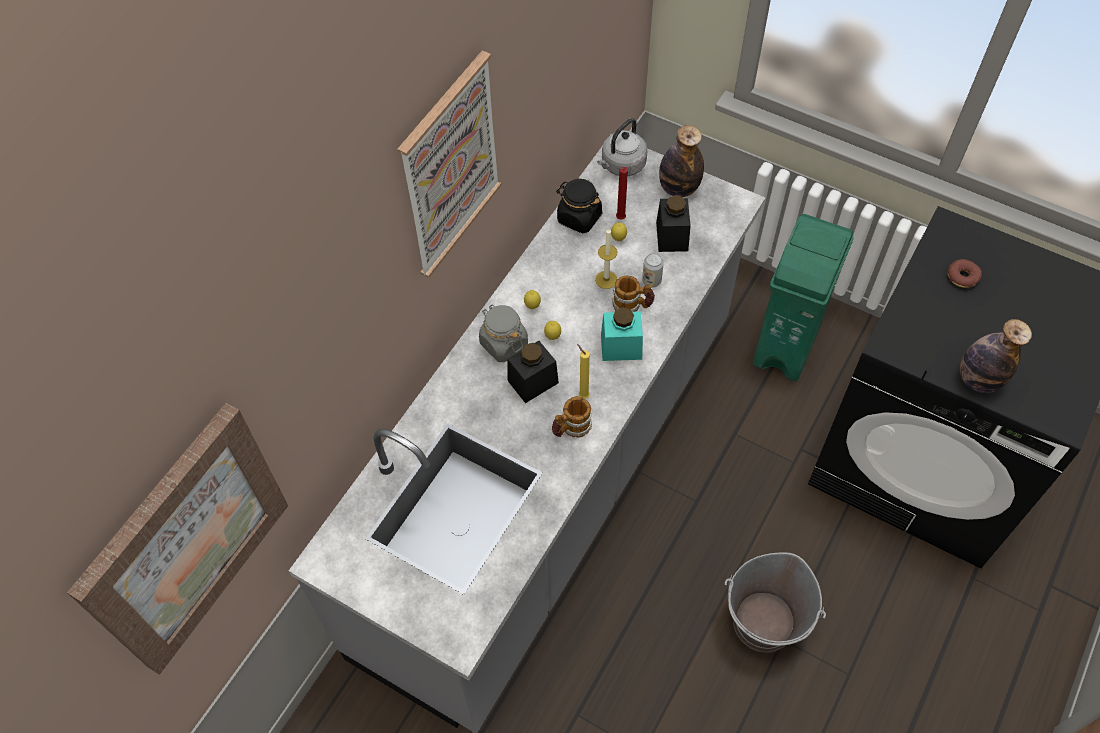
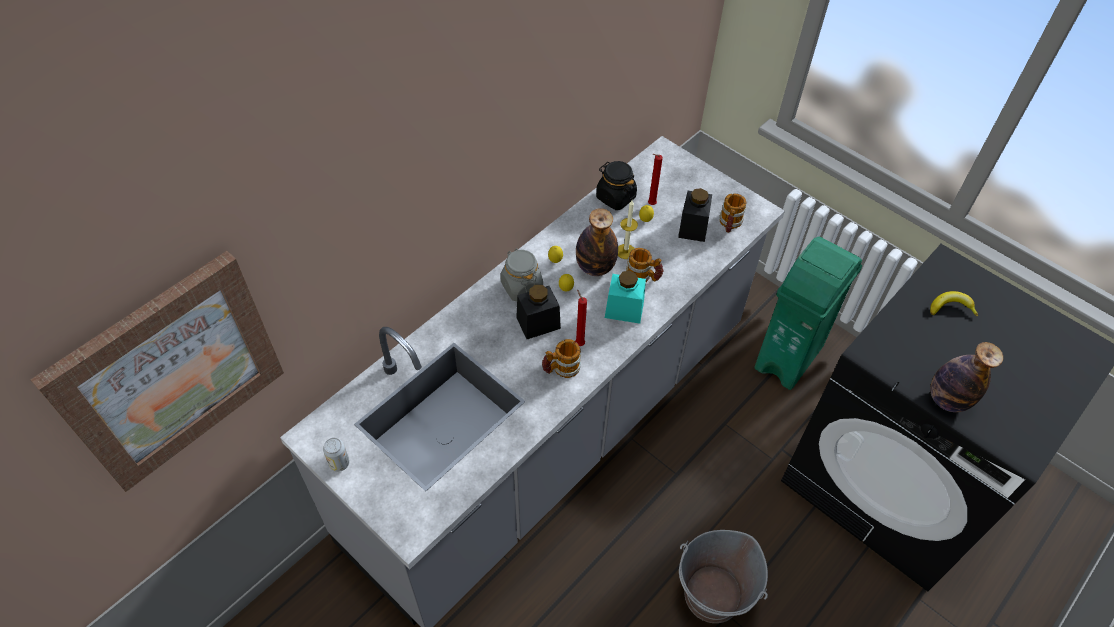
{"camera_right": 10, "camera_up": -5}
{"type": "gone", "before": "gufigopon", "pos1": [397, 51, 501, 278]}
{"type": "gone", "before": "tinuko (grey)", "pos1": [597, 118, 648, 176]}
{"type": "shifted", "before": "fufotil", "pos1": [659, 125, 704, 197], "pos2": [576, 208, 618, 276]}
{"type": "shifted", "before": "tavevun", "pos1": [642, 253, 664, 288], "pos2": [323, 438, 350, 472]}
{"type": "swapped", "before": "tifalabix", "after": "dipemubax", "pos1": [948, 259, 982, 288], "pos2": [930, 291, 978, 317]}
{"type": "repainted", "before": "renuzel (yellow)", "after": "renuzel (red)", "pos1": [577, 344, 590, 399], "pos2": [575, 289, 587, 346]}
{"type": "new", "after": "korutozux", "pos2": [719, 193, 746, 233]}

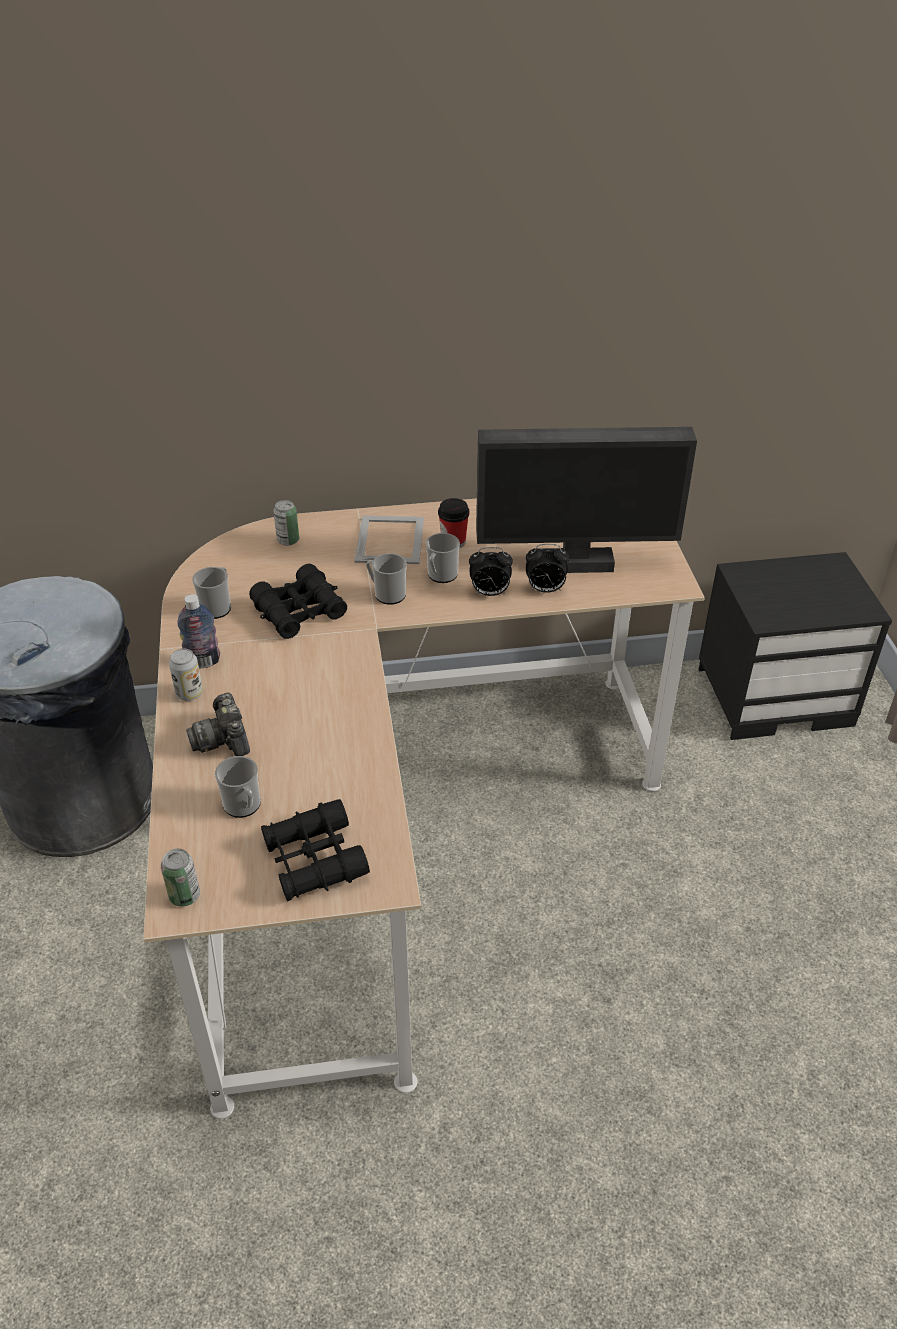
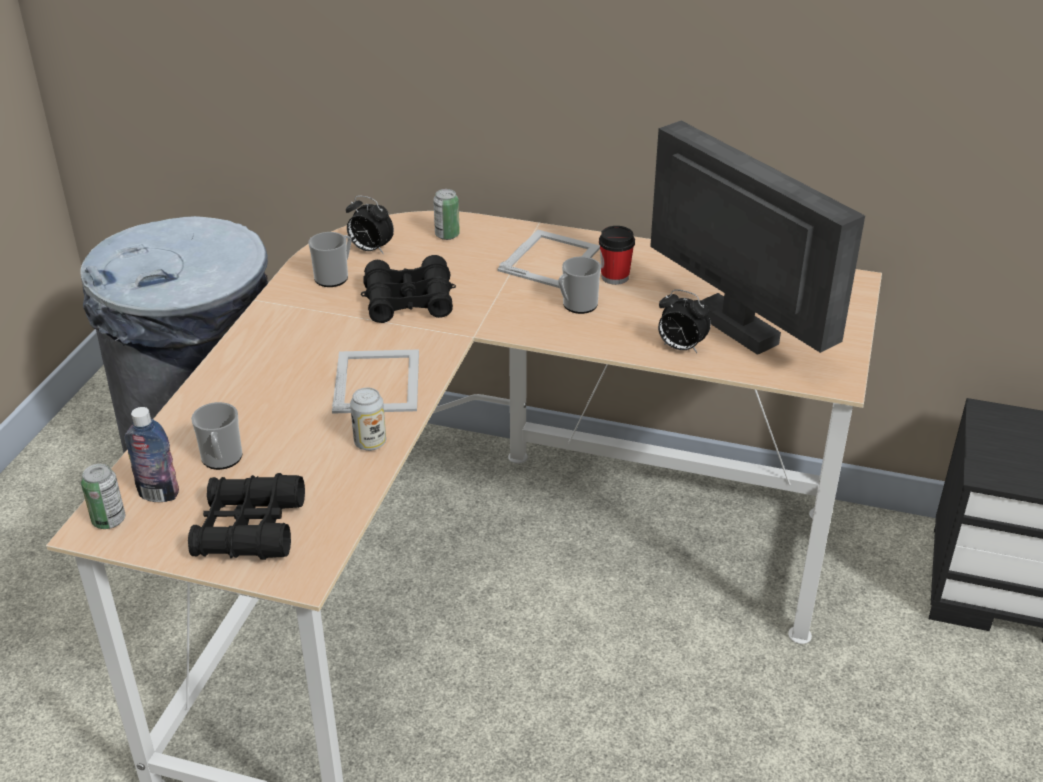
{"camera_right": 25, "camera_up": -5}
{"type": "rotated", "before": "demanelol", "pos1": [476, 427, 697, 573], "pos2": [650, 121, 865, 355], "turn": -150}
{"type": "shifted", "before": "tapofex", "pos1": [469, 547, 513, 596], "pos2": [346, 195, 394, 254]}
{"type": "gone", "before": "korutozux", "pos1": [366, 553, 407, 605]}
{"type": "shifted", "before": "fufotil", "pos1": [177, 594, 220, 668], "pos2": [125, 407, 179, 502]}
{"type": "shifted", "before": "tavevun", "pos1": [169, 649, 203, 701], "pos2": [350, 388, 386, 451]}
{"type": "gone", "before": "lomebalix", "pos1": [186, 693, 250, 756]}
{"type": "new", "after": "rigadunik", "pos2": [332, 350, 419, 414]}

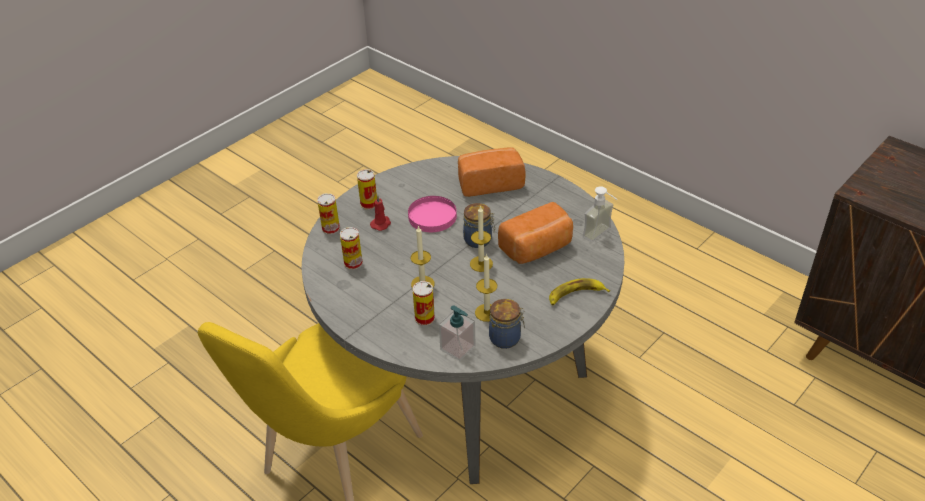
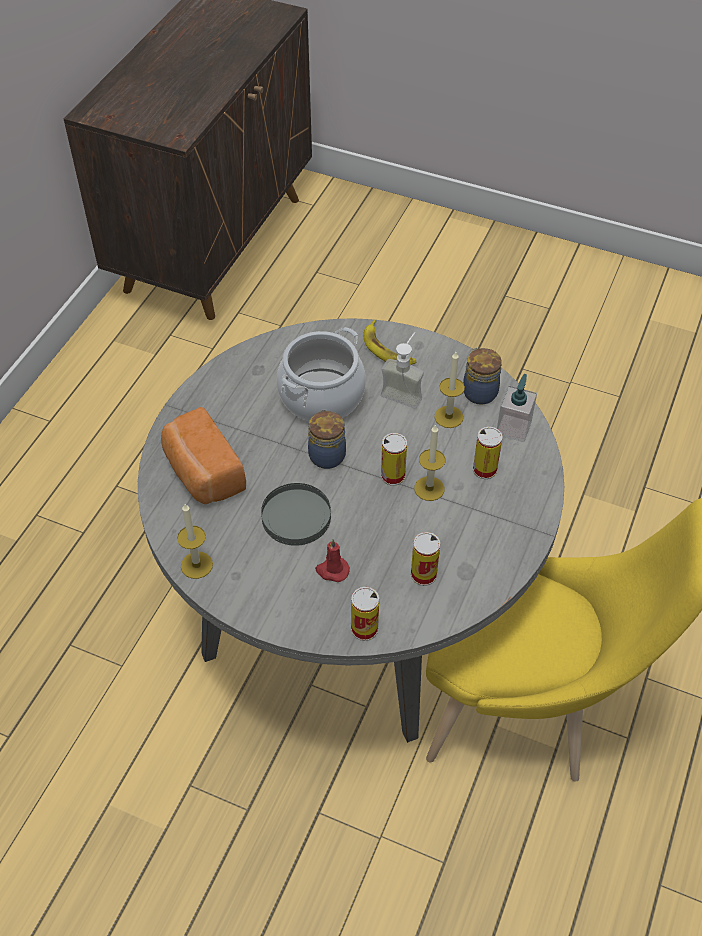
{"camera_right": -110, "camera_up": 10}
{"type": "shifted", "before": "tavevun", "pos1": [357, 169, 377, 210], "pos2": [381, 433, 407, 486]}
{"type": "shifted", "before": "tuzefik", "pos1": [583, 186, 617, 242], "pos2": [381, 332, 424, 409]}
{"type": "repainted", "before": "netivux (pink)", "after": "netivux (grey)", "pos1": [408, 196, 457, 232], "pos2": [261, 483, 331, 546]}
{"type": "swapped", "before": "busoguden", "after": "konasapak", "pos1": [498, 202, 573, 264], "pos2": [277, 327, 366, 421]}
{"type": "shifted", "before": "renuzel", "pos1": [470, 205, 493, 272], "pos2": [177, 504, 213, 579]}

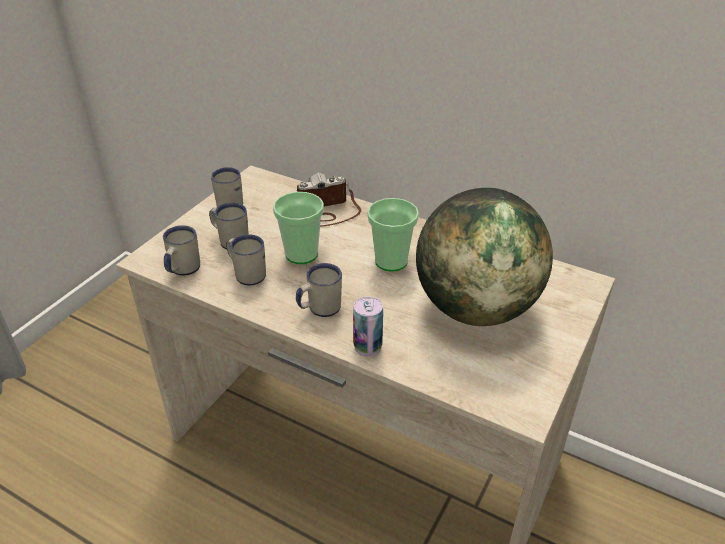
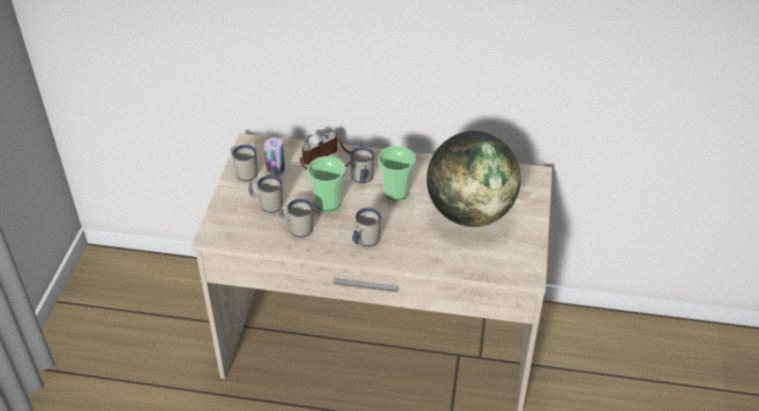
{"camera_right": -20, "camera_up": 5}
{"type": "shifted", "before": "korutozux (white)", "pos1": [163, 225, 200, 276], "pos2": [350, 147, 374, 183]}
{"type": "shifted", "before": "tavevun", "pos1": [353, 296, 383, 357], "pos2": [264, 138, 285, 176]}

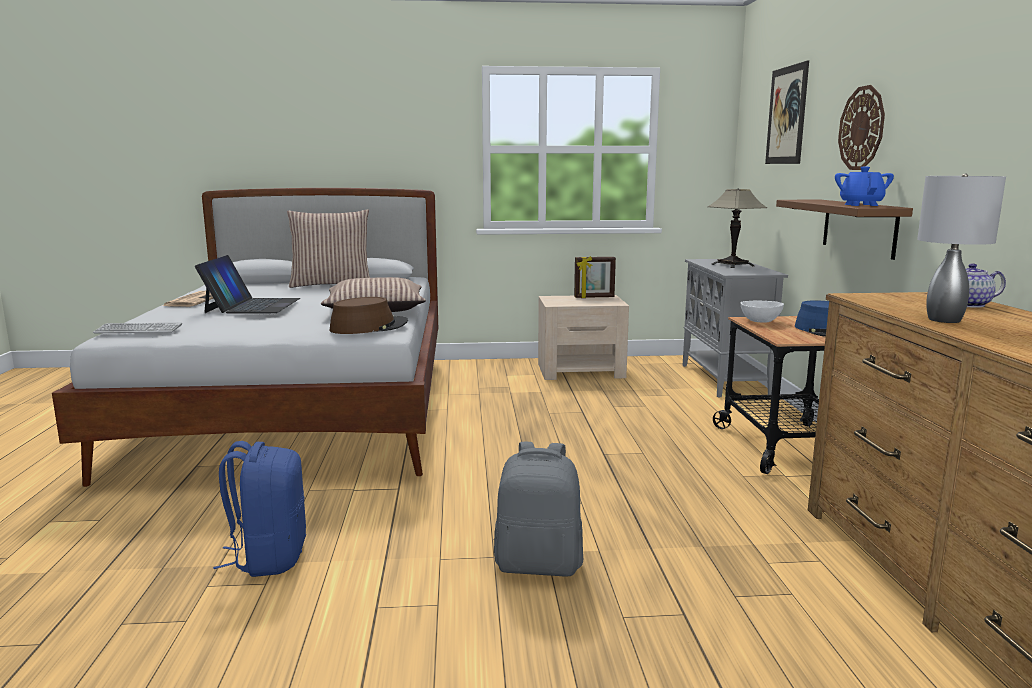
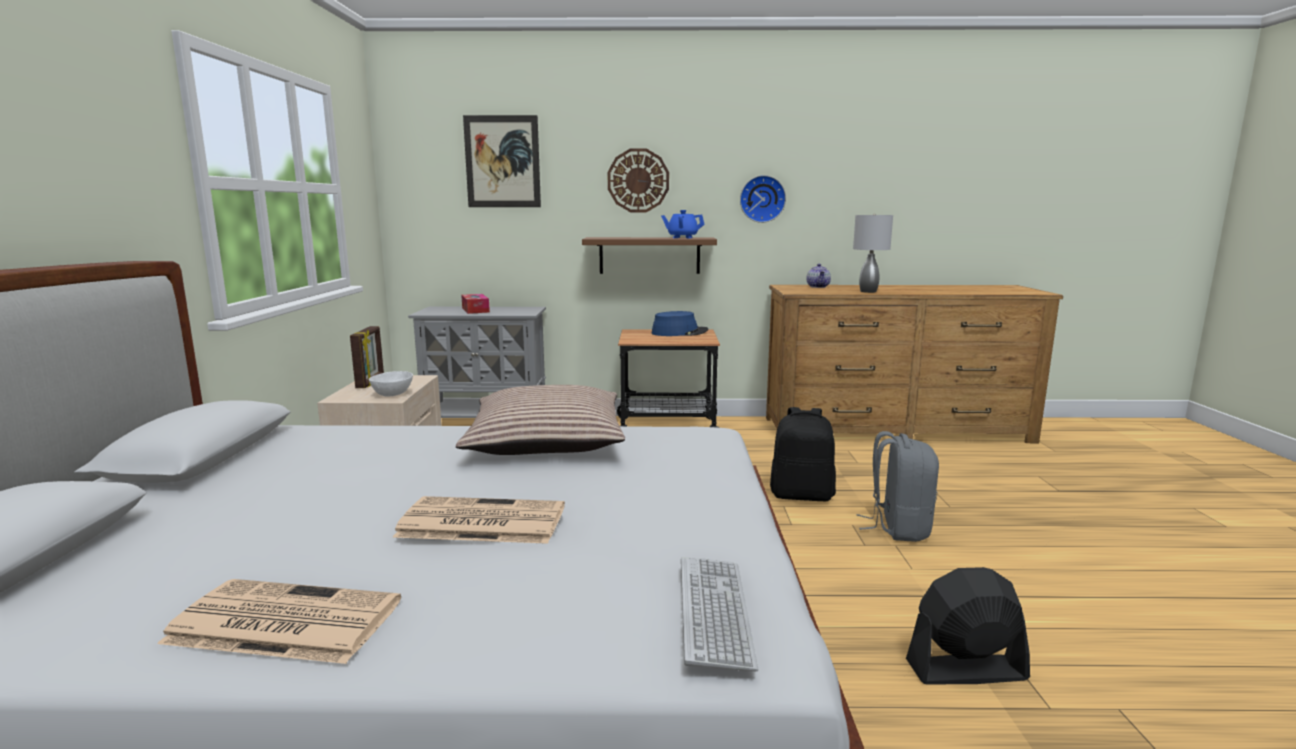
{"camera_right": -85, "camera_up": 0}
{"type": "swapped", "before": "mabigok", "after": "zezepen", "pos1": [707, 188, 767, 268], "pos2": [461, 294, 490, 314]}
{"type": "gone", "before": "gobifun", "pos1": [287, 209, 370, 288]}
{"type": "swapped", "before": "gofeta", "after": "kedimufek", "pos1": [195, 255, 300, 313], "pos2": [393, 496, 565, 544]}
{"type": "gone", "before": "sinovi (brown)", "pos1": [329, 297, 408, 334]}
{"type": "shifted", "before": "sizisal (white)", "pos1": [741, 301, 784, 323], "pos2": [369, 371, 413, 396]}
{"type": "swapped", "before": "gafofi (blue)", "after": "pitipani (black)", "pos1": [213, 441, 306, 577], "pos2": [906, 567, 1030, 684]}
{"type": "new", "after": "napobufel", "pos2": [740, 175, 786, 223]}
{"type": "new", "after": "gafofi (black)", "pos2": [770, 407, 836, 501]}

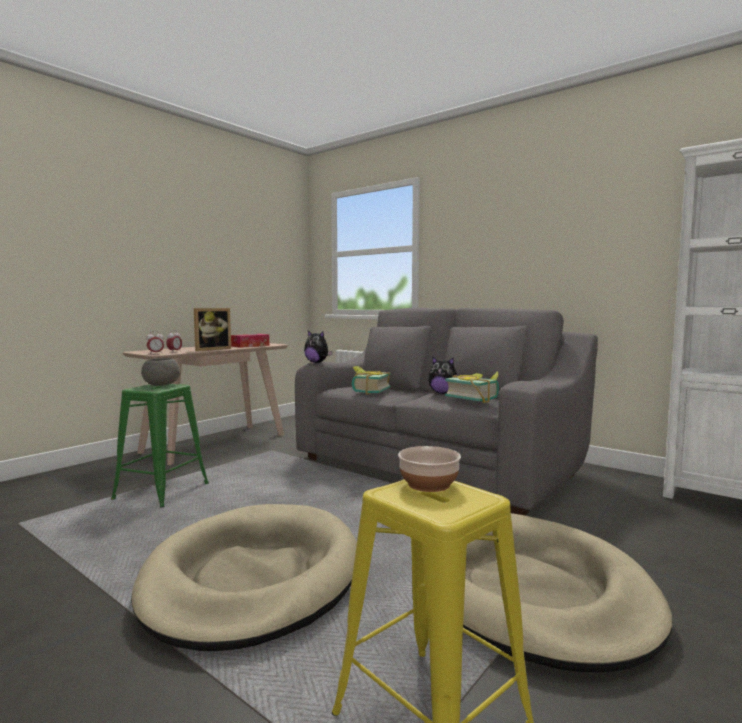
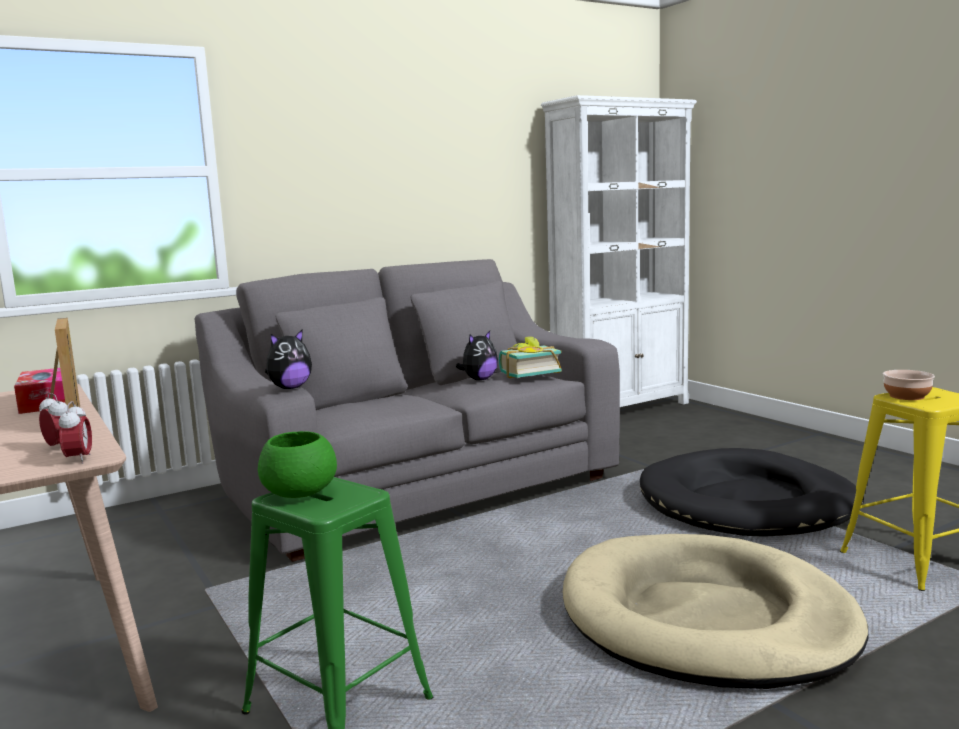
{"camera_right": -70, "camera_up": 5}
{"type": "repainted", "before": "sizisal (grey)", "after": "sizisal (green)", "pos1": [141, 358, 181, 386], "pos2": [258, 431, 337, 498]}
{"type": "gone", "before": "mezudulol", "pos1": [352, 366, 391, 395]}
{"type": "repainted", "before": "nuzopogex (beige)", "after": "nuzopogex (black)", "pos1": [463, 513, 672, 672], "pos2": [640, 448, 864, 537]}

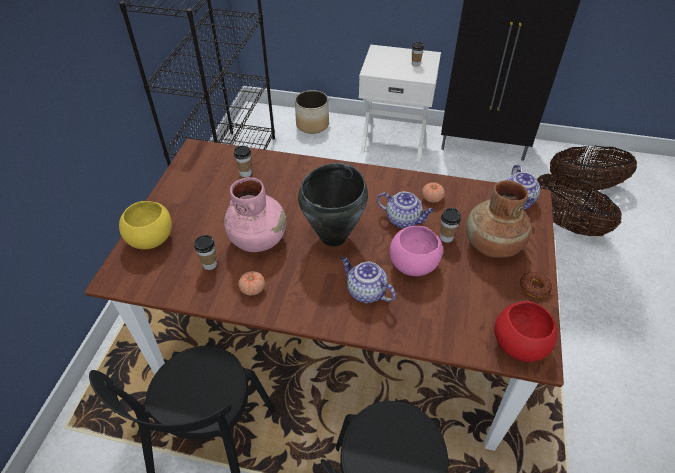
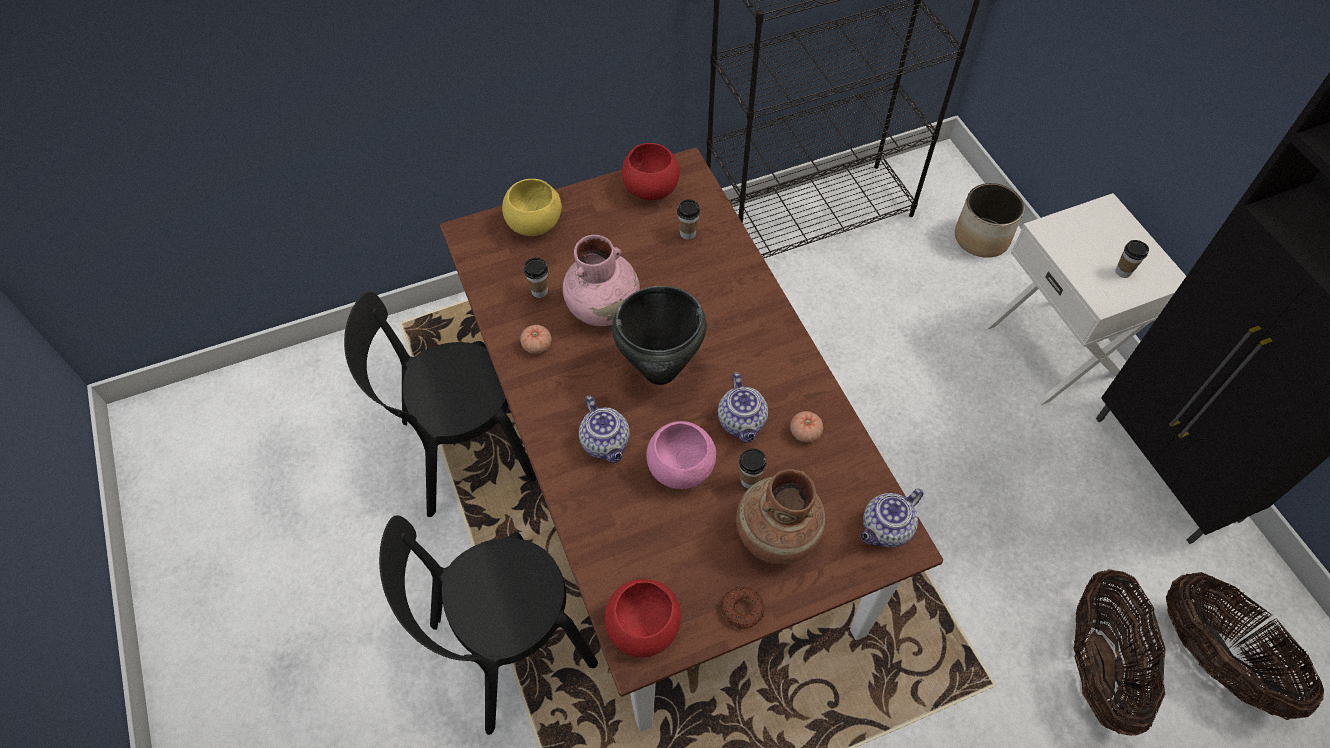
{"camera_right": 55, "camera_up": 10}
{"type": "rotated", "before": "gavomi", "pos1": [341, 257, 396, 303], "pos2": [579, 396, 630, 463], "turn": 150}
{"type": "new", "after": "sizisal (red)", "pos2": [622, 143, 679, 200]}

